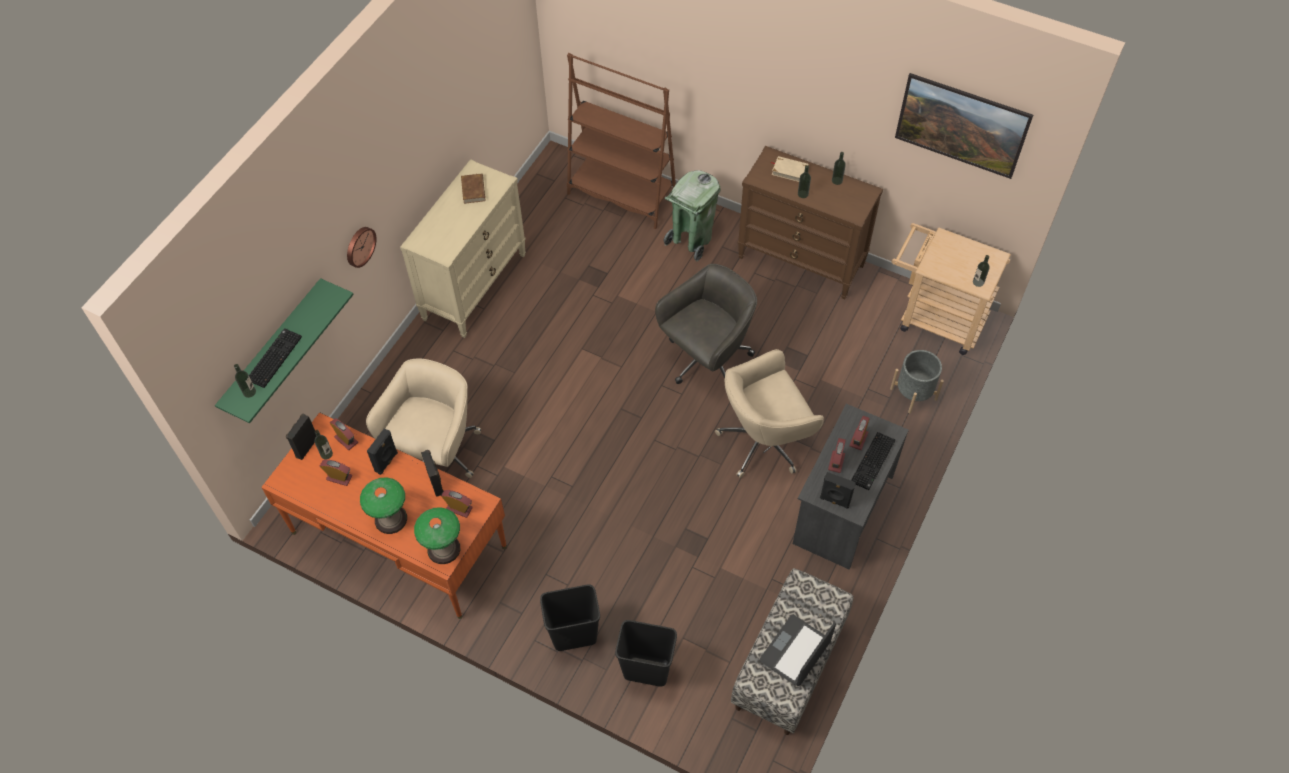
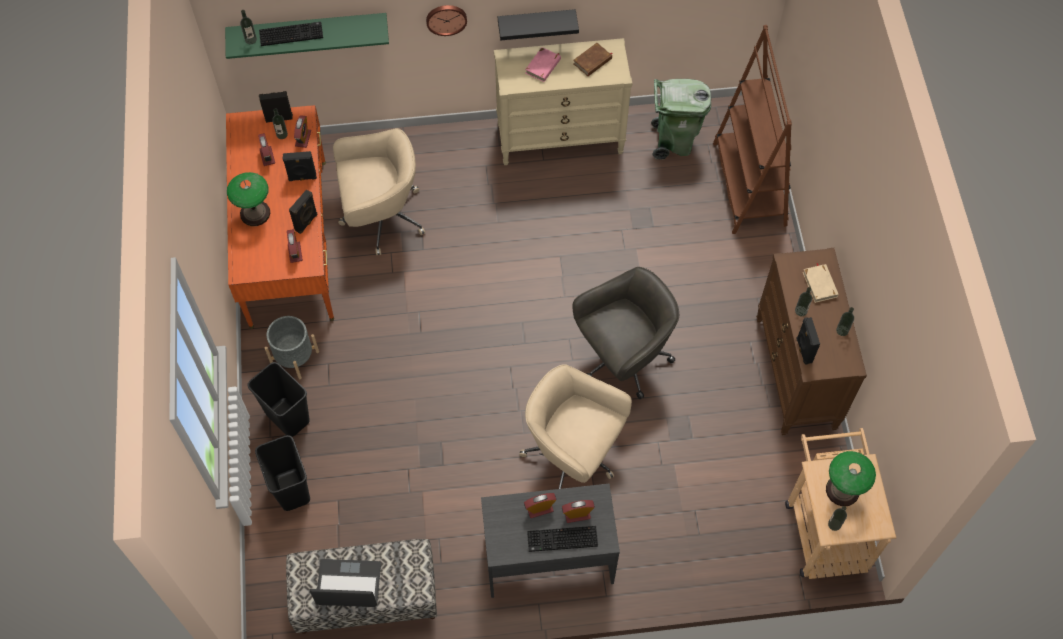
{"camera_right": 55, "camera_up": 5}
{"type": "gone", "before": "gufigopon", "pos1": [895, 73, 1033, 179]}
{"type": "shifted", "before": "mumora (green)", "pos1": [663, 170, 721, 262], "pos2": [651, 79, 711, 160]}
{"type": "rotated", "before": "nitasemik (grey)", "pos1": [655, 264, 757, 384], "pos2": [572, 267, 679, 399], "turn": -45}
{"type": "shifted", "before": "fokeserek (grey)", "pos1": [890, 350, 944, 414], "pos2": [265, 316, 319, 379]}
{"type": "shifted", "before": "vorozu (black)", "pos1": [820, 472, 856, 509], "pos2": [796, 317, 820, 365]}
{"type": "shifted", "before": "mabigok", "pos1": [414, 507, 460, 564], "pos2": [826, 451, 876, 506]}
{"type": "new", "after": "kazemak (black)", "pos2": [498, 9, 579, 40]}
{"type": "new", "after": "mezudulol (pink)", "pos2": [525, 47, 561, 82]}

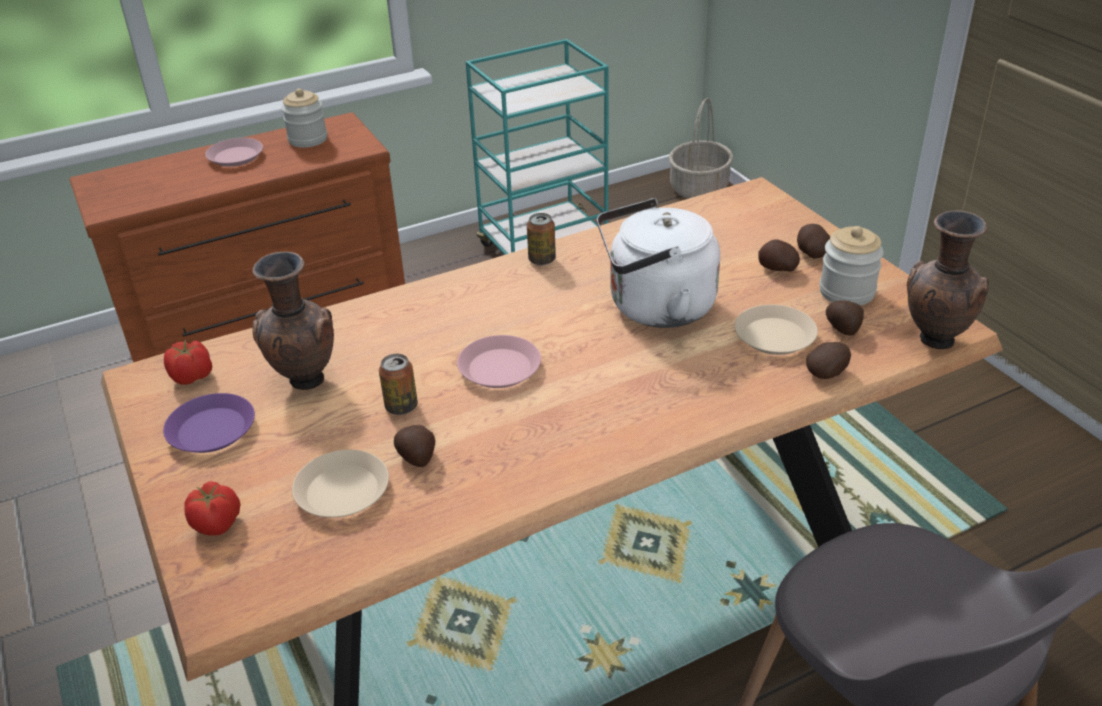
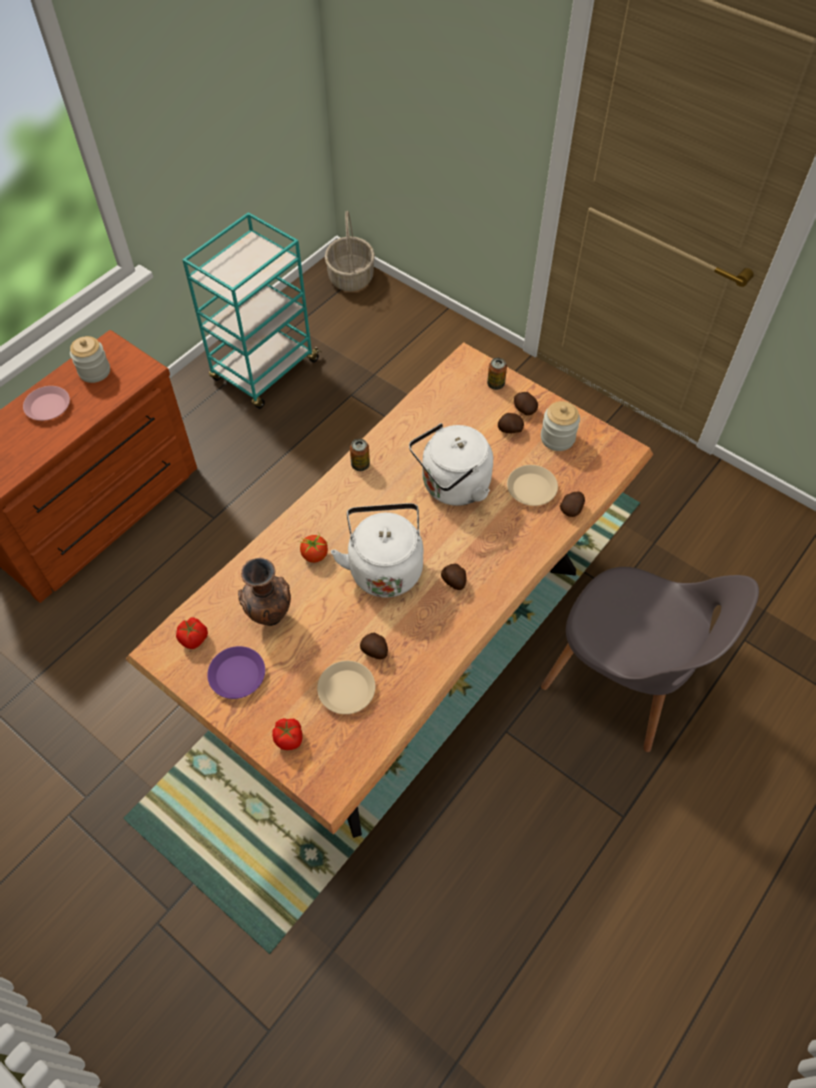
{"camera_right": -25, "camera_up": 20}
{"type": "gone", "before": "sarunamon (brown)", "pos1": [907, 211, 989, 349]}
{"type": "shifted", "before": "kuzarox", "pos1": [826, 300, 864, 336], "pos2": [441, 564, 466, 590]}
{"type": "swapped", "before": "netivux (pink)", "after": "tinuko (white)", "pos1": [457, 335, 541, 388], "pos2": [331, 503, 423, 598]}
{"type": "shifted", "before": "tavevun", "pos1": [379, 354, 418, 415], "pos2": [487, 358, 507, 390]}
{"type": "new", "after": "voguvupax", "pos2": [299, 532, 328, 563]}

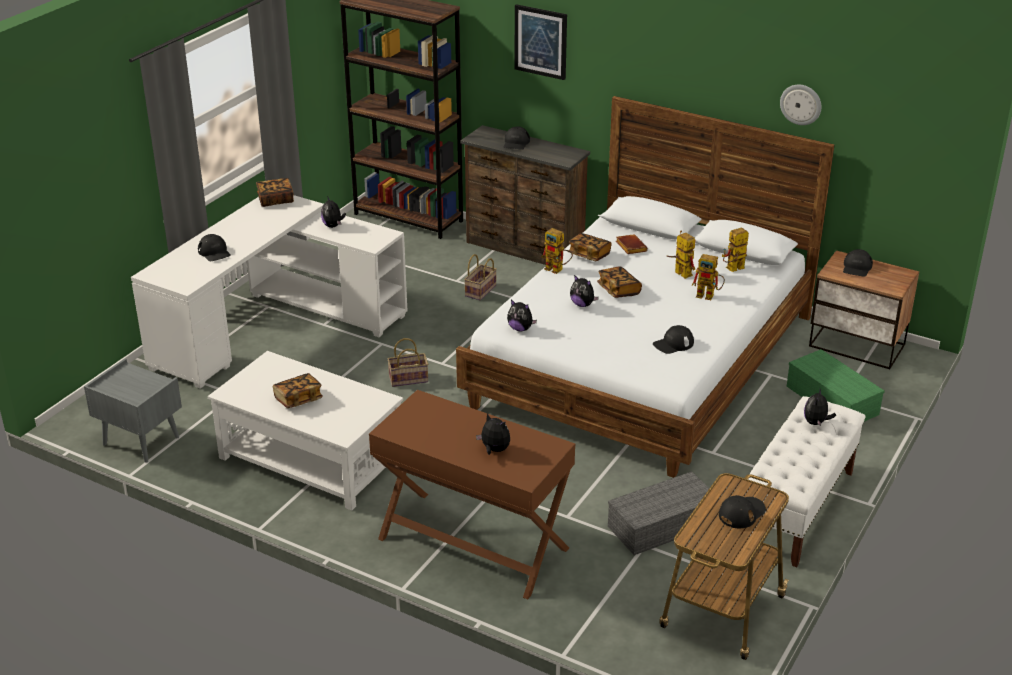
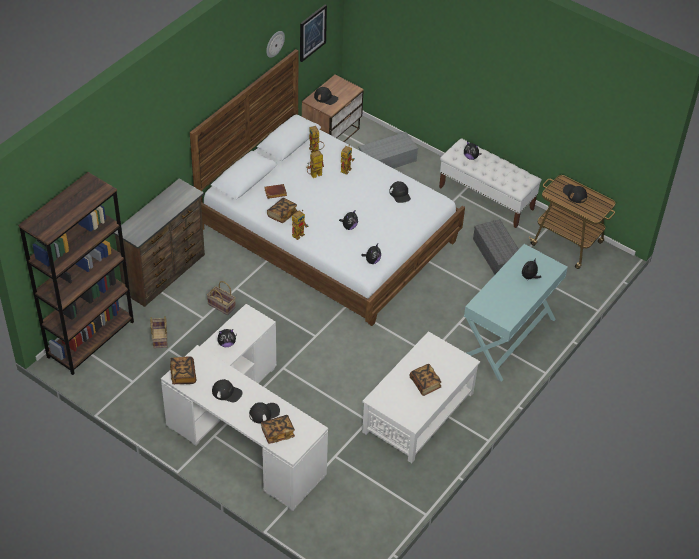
{"camera_right": -85, "camera_up": 15}
{"type": "shifted", "before": "gufigopon", "pos1": [515, 4, 567, 80], "pos2": [300, 4, 327, 62]}
{"type": "shifted", "before": "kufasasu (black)", "pos1": [503, 126, 530, 150], "pos2": [212, 379, 242, 402]}
{"type": "shifted", "before": "mezudulol", "pos1": [597, 266, 642, 298], "pos2": [261, 415, 295, 444]}
{"type": "shifted", "before": "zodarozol", "pos1": [388, 338, 428, 387], "pos2": [150, 316, 167, 349]}
{"type": "repainted", "before": "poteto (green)", "after": "poteto (grey)", "pos1": [787, 349, 885, 422], "pos2": [358, 132, 418, 169]}
{"type": "gone", "before": "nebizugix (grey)", "pos1": [84, 359, 182, 463]}
{"type": "repainted", "before": "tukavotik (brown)", "after": "tukavotik (turquoise)", "pos1": [369, 390, 575, 599], "pos2": [464, 244, 568, 382]}

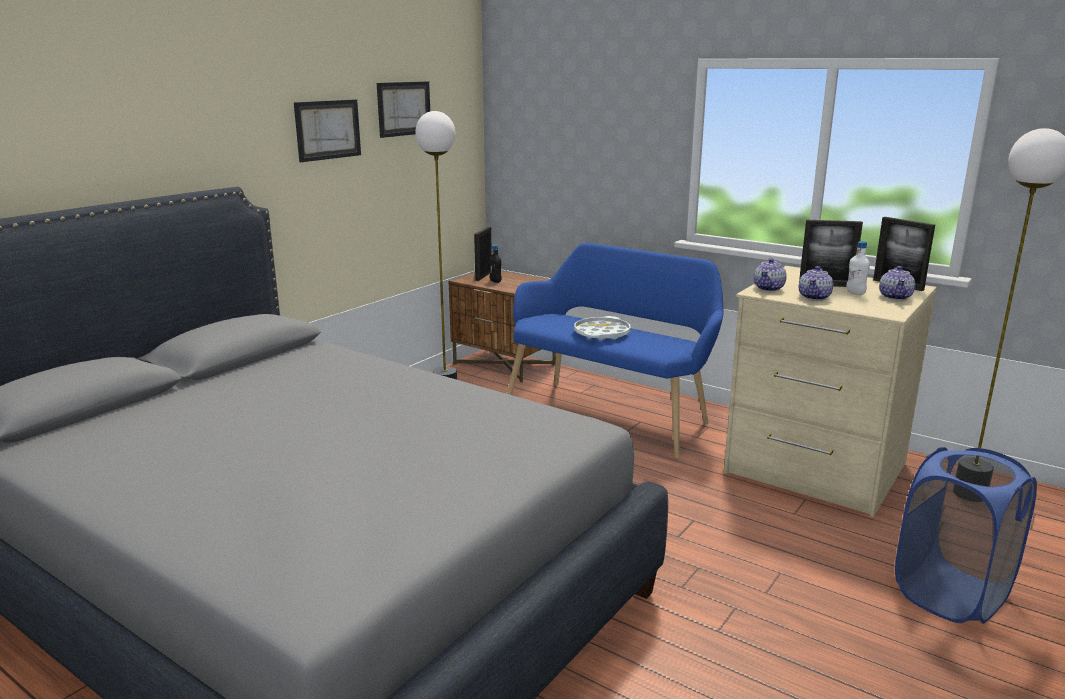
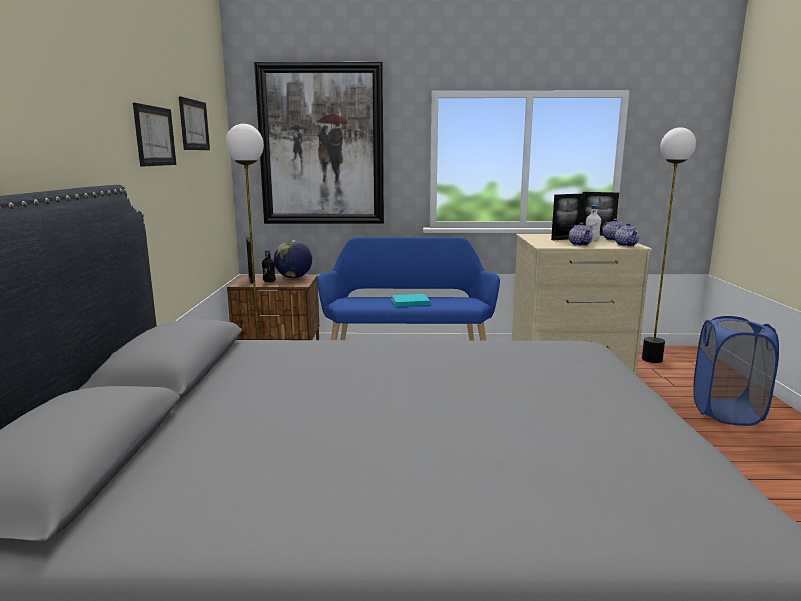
{"camera_right": -35, "camera_up": -5}
{"type": "shifted", "before": "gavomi", "pos1": [754, 258, 787, 291], "pos2": [615, 223, 640, 246]}
{"type": "swapped", "before": "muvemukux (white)", "after": "mezudulol (turquoise)", "pos1": [574, 316, 631, 340], "pos2": [391, 294, 430, 307]}
{"type": "new", "after": "gufigopon", "pos2": [254, 62, 384, 224]}
{"type": "new", "after": "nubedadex", "pos2": [274, 240, 312, 278]}

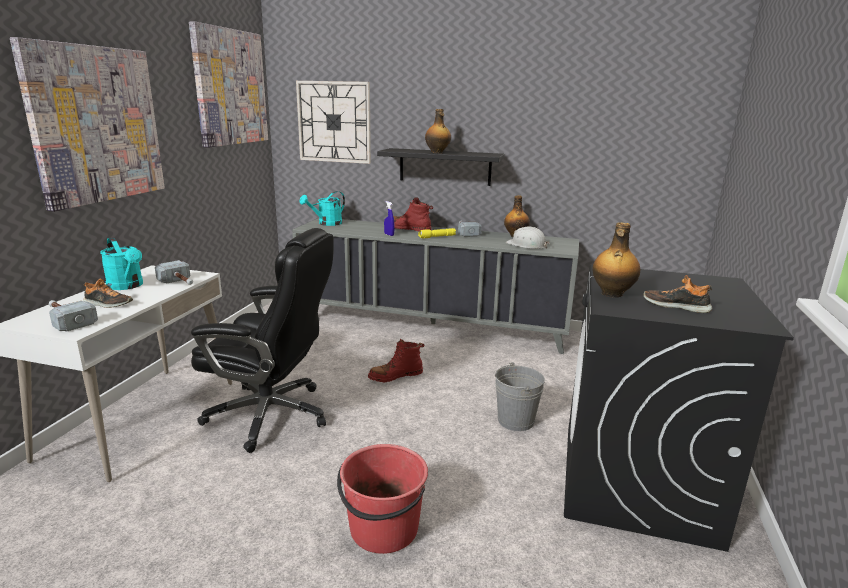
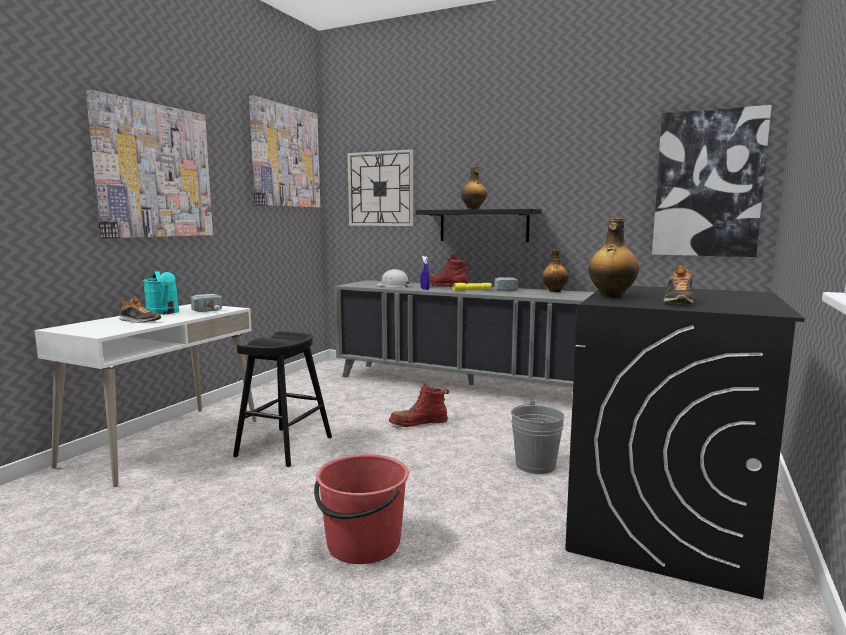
{"camera_right": 10, "camera_up": -10}
{"type": "gone", "before": "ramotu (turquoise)", "pos1": [299, 191, 345, 226]}
{"type": "shifted", "before": "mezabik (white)", "pos1": [506, 227, 550, 249], "pos2": [376, 269, 410, 288]}
{"type": "swapped", "before": "nitasemik (black)", "after": "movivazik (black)", "pos1": [191, 228, 334, 453], "pos2": [233, 331, 332, 467]}
{"type": "rotated", "before": "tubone", "pos1": [643, 275, 712, 313], "pos2": [663, 266, 694, 305], "turn": -105}
{"type": "gone", "before": "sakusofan", "pos1": [49, 300, 98, 332]}
{"type": "new", "after": "gufigopon", "pos2": [652, 105, 772, 257]}

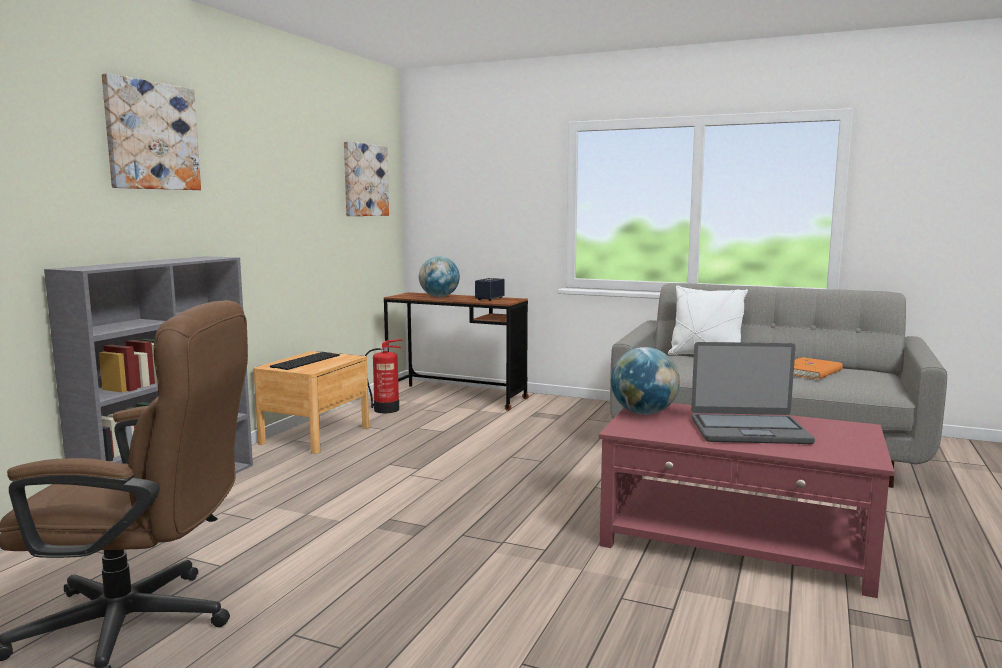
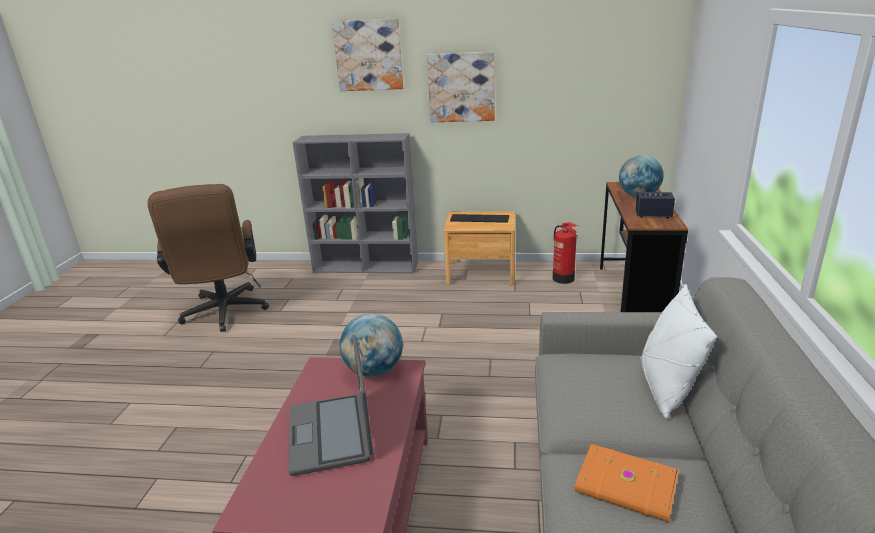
{"camera_right": 75, "camera_up": 15}
{"type": "shifted", "before": "gufigopon", "pos1": [344, 141, 389, 216], "pos2": [427, 52, 495, 122]}

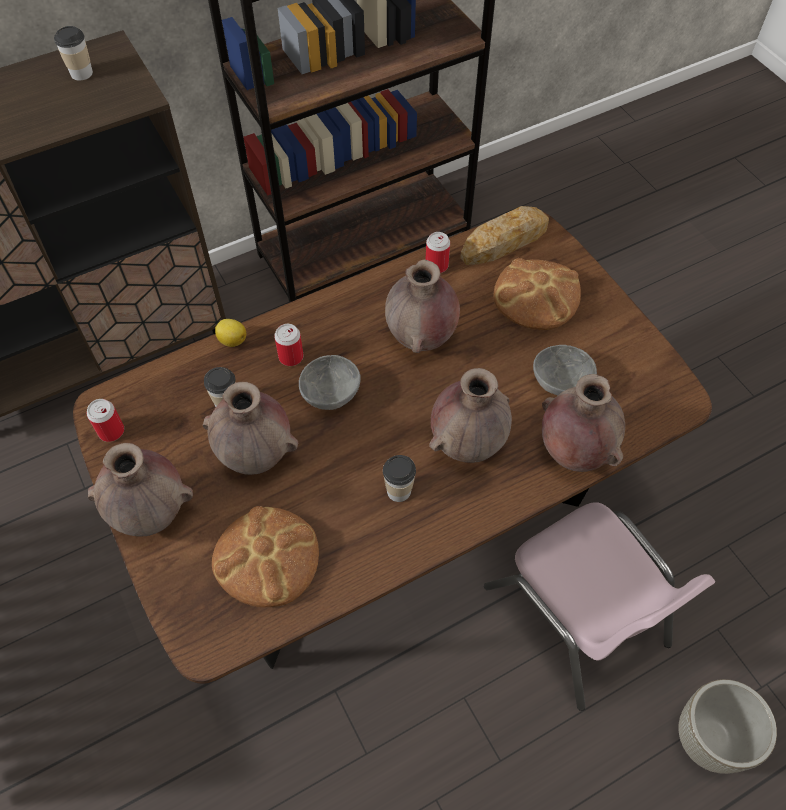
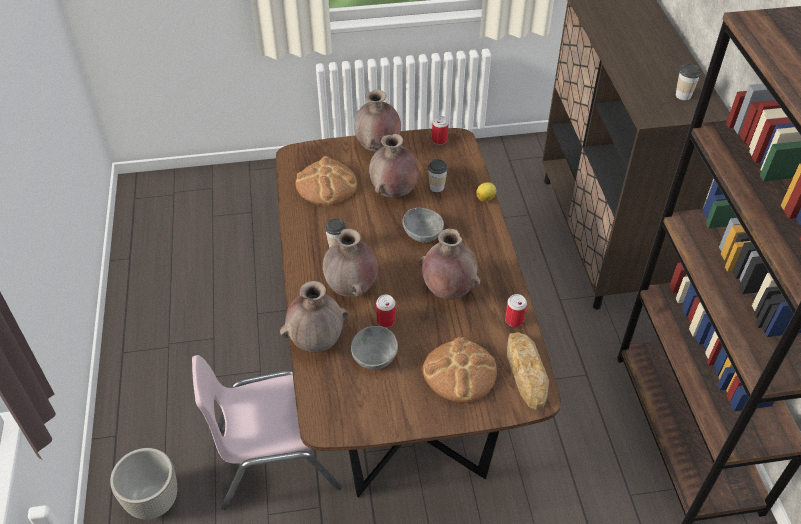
{"camera_right": 110, "camera_up": -10}
{"type": "shifted", "before": "tavevun", "pos1": [274, 324, 303, 366], "pos2": [376, 295, 396, 327]}

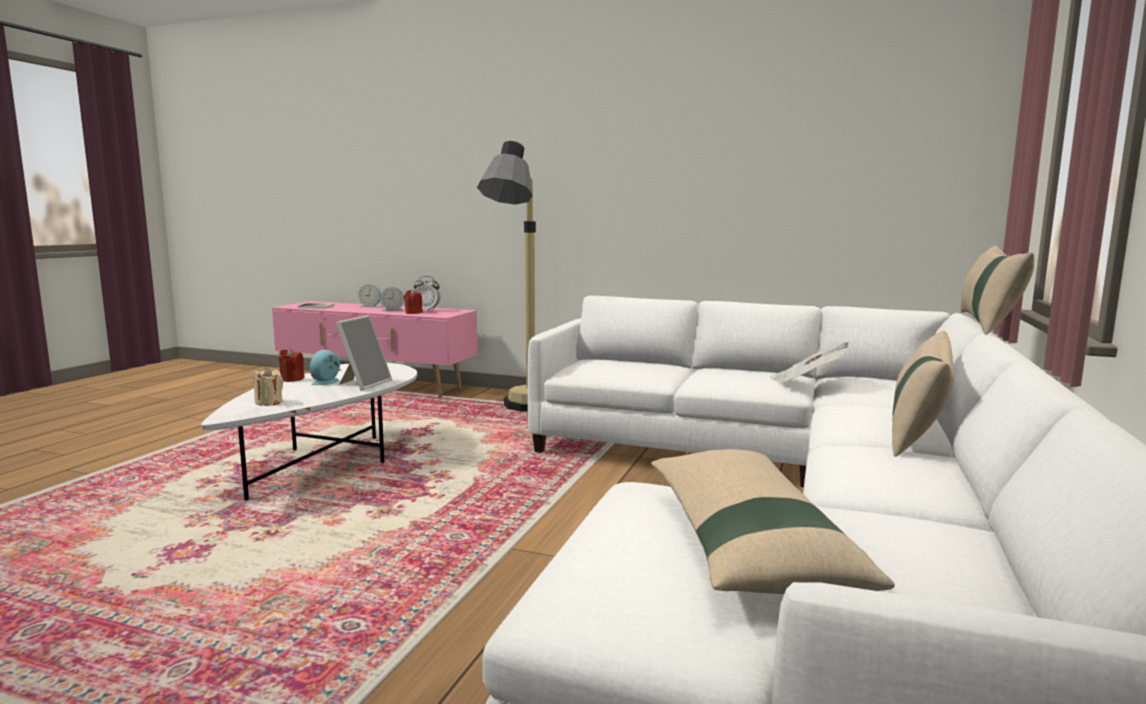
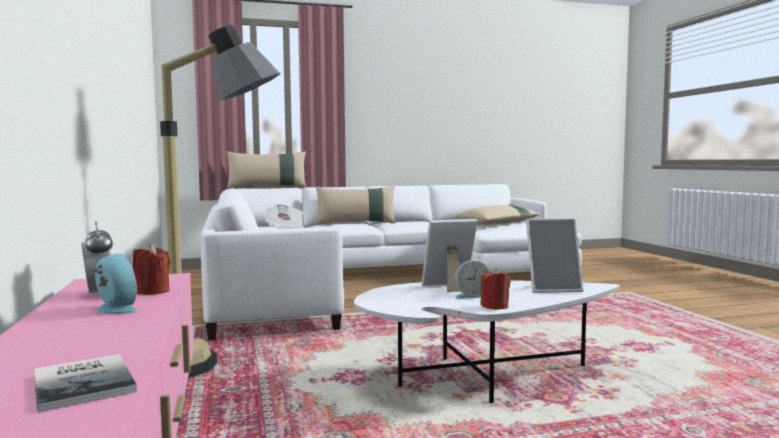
{"camera_right": -125, "camera_up": -5}
{"type": "gone", "before": "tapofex", "pos1": [358, 284, 381, 308]}
{"type": "swapped", "before": "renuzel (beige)", "after": "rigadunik", "pos1": [253, 367, 283, 406], "pos2": [526, 218, 584, 293]}

